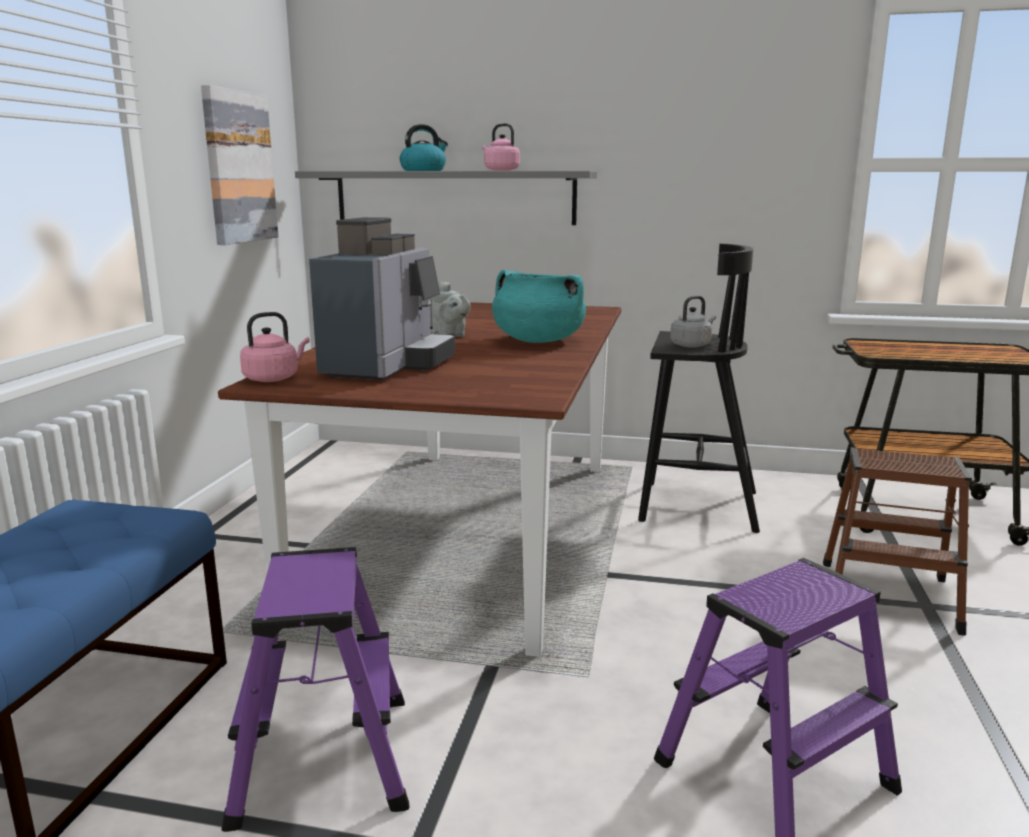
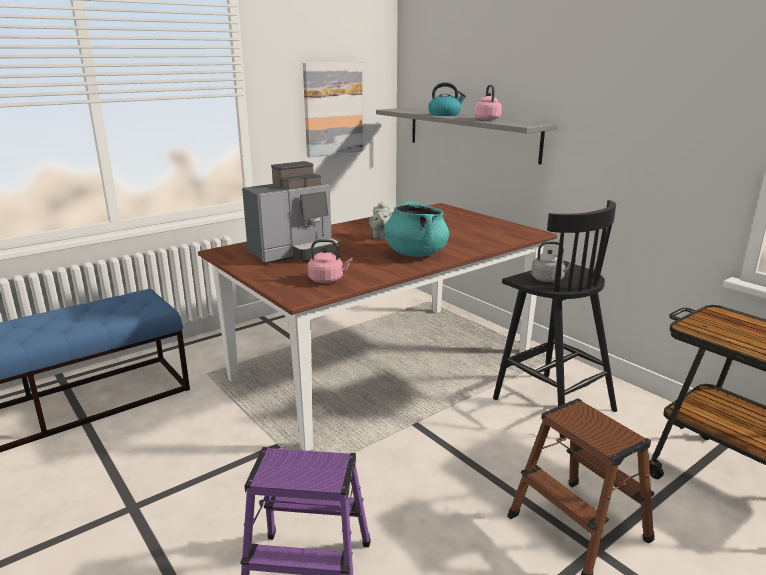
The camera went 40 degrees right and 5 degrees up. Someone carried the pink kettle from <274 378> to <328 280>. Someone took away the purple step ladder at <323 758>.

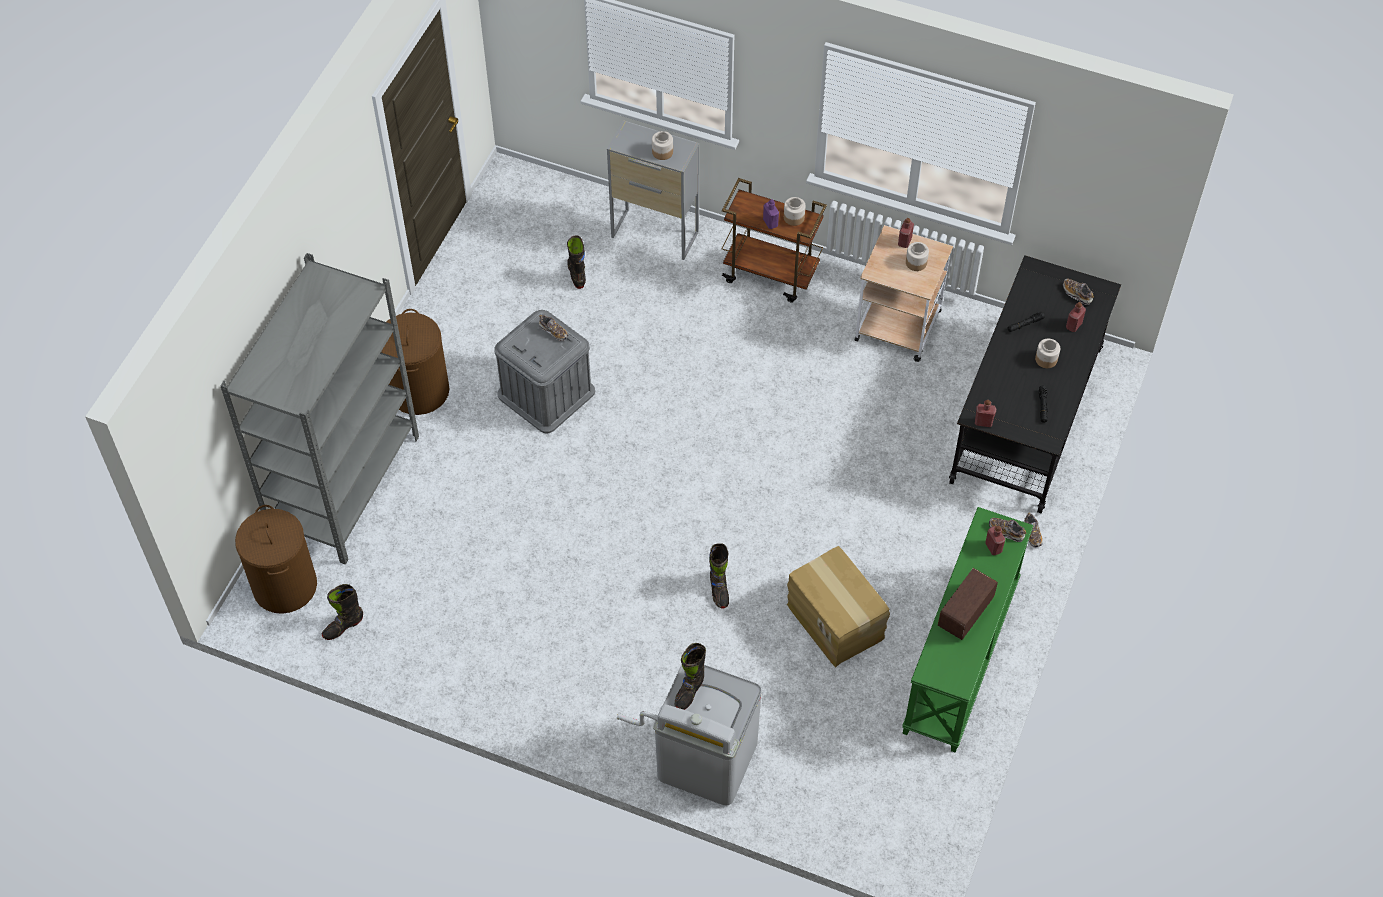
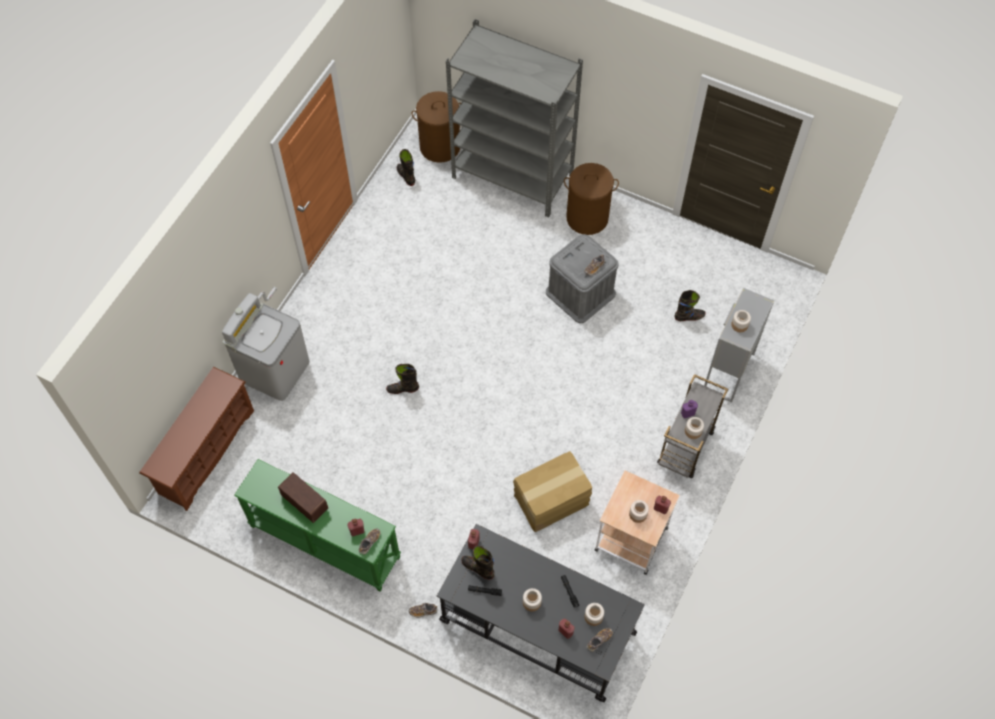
The camera went 95 degrees right and 5 degrees up. Someone put down the brown shoe rack at <205 451>. Someone carried the black boot from <689 691> to <478 568>. Someone carried the cardboard box from <836 620> to <551 501>. Someone put down the jar at <594 616>. Someone repainted the brown cart at <771 277>, which became the grey cart at <684 450>.

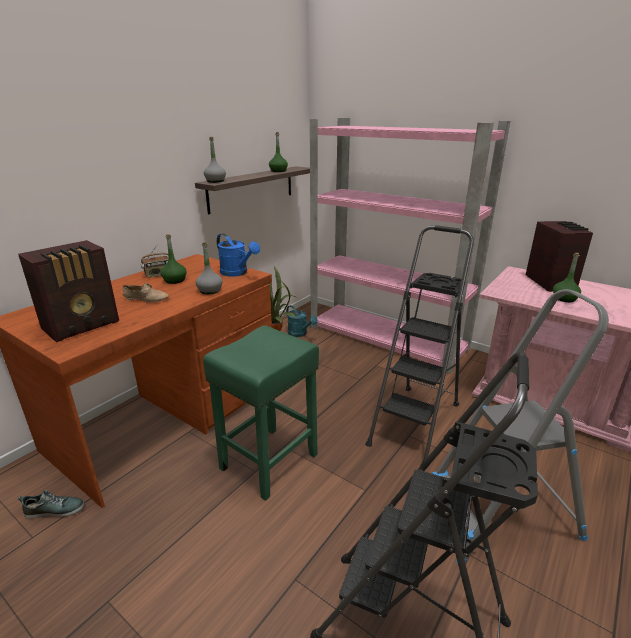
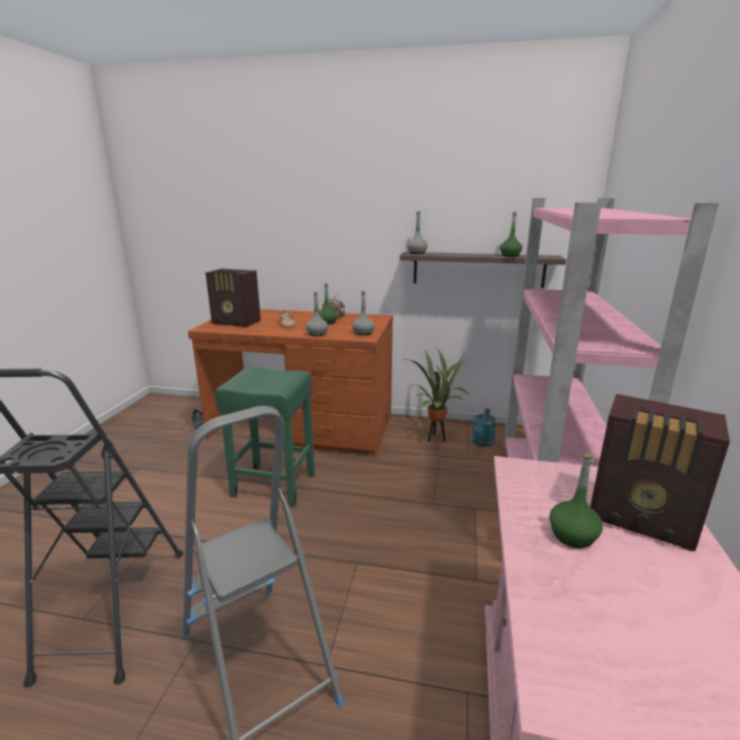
The camera went 65 degrees right and 5 degrees down. Someone swapped the blue watering can at <237 273> for the grey bottle at <363 333>. Someone rotated the radio at <550 282> by 60 degrees clockwise. Someone took away the step ladder at <416 422>.

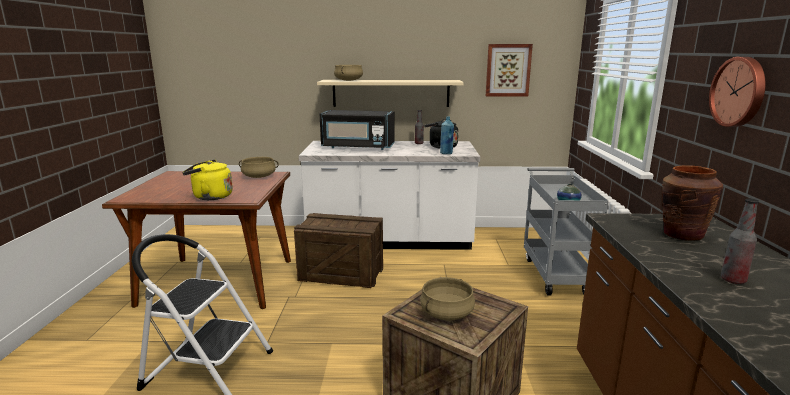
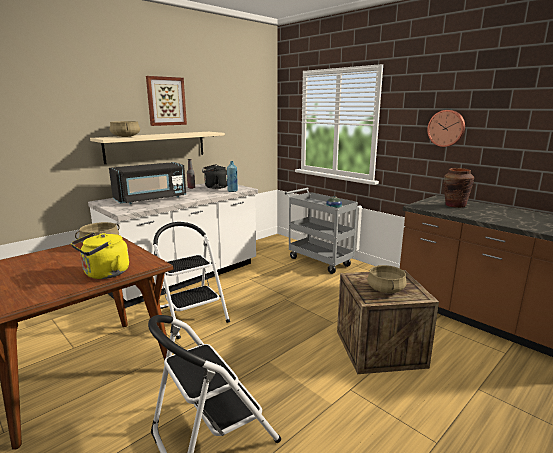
The camera went 45 degrees left and 0 degrees up. Someone carried the picture from <508 70> to <166 101>. Someone swapped the crate at <342 274> for the step ladder at <190 314>. Someone took away the bottle at <733 280>.

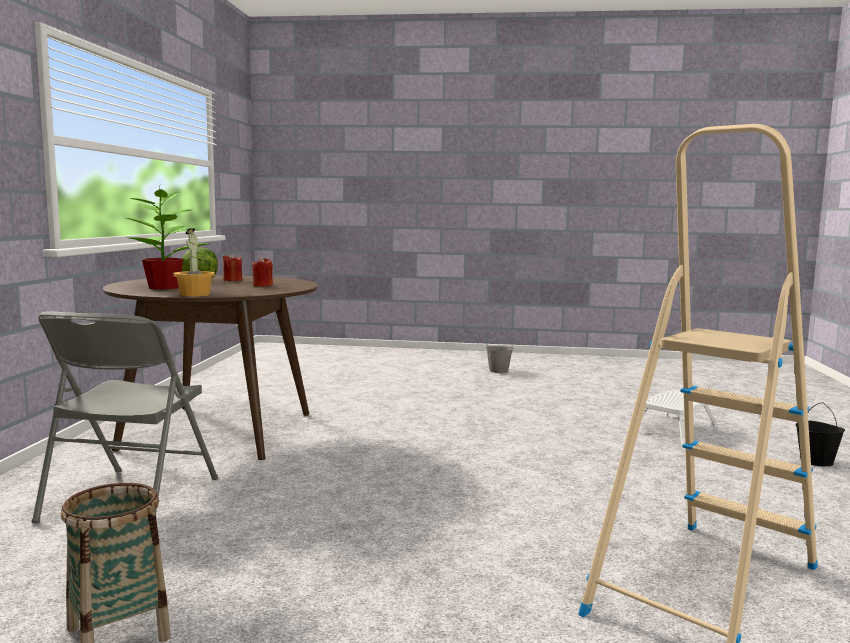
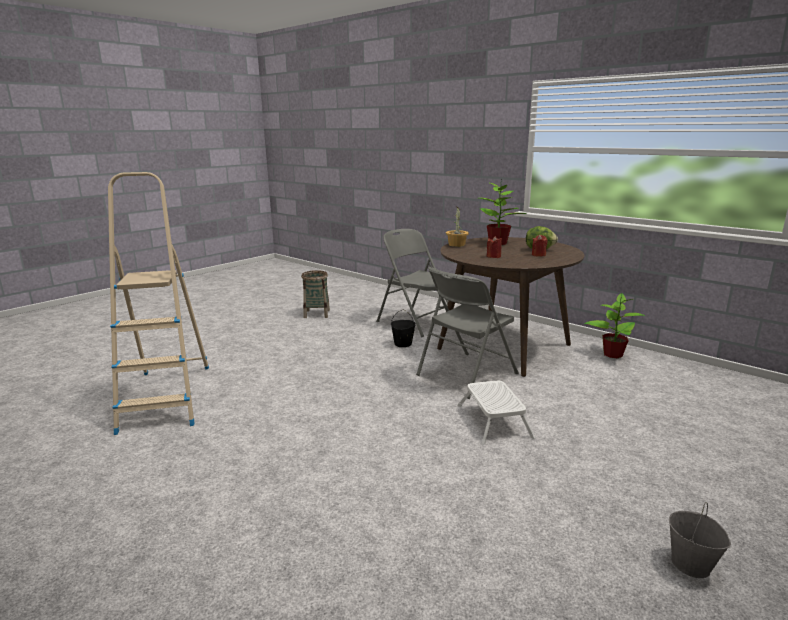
The camera went 125 degrees right and 10 degrees up. Someone carried the black bucket from <816 461> to <403 344>. Someone put down the grey chair at <467 374>. Someone carried the white step ladder from <674 429> to <493 421>. Someone put down the potted plant at <612 354>.

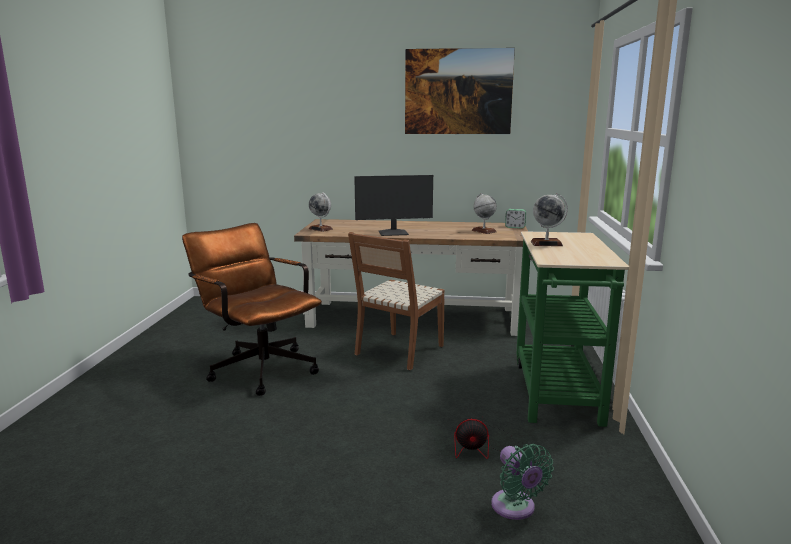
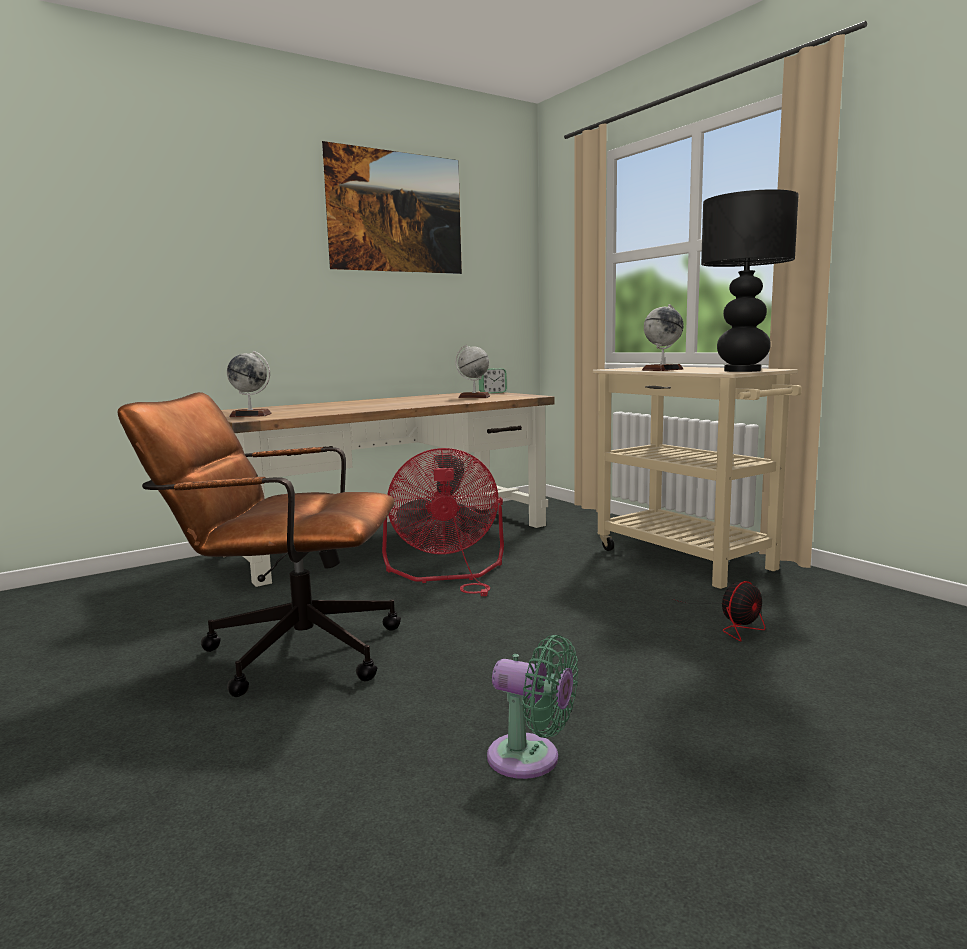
The camera went 40 degrees left and 5 degrees down. Someone swapped the chair at <397 352> for the red fan at <450 575>. Someone carried the green fan from <515 508> to <530 759>. Someone repainted the green cart at <557 393>, which became the beige cart at <686 559>. Someone put down the black table lamp at <741 371>. Someone took away the monitor at <393 233>.

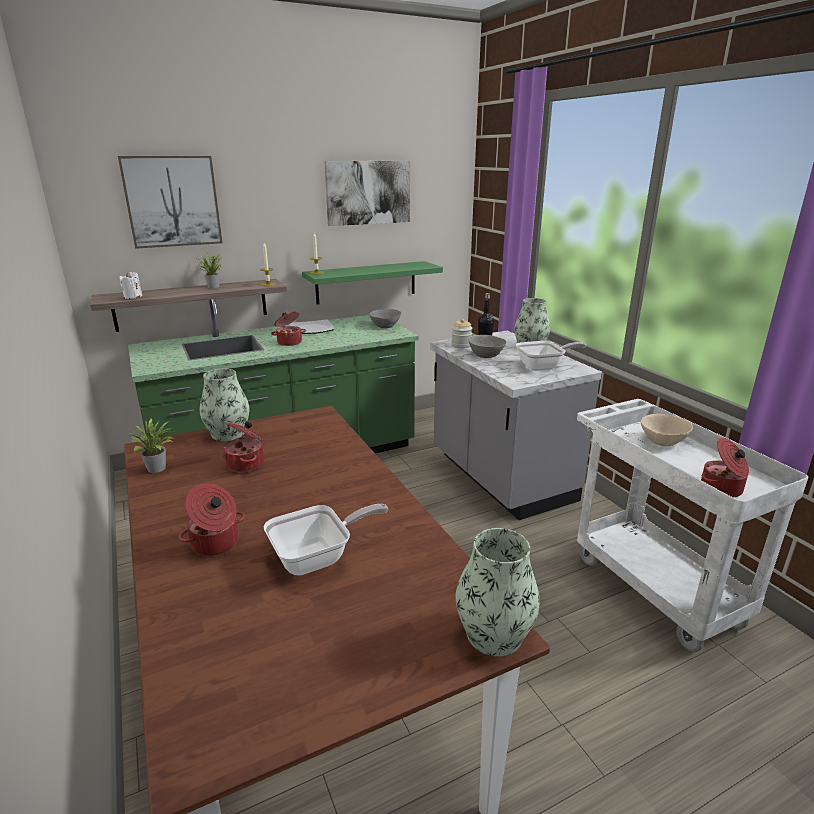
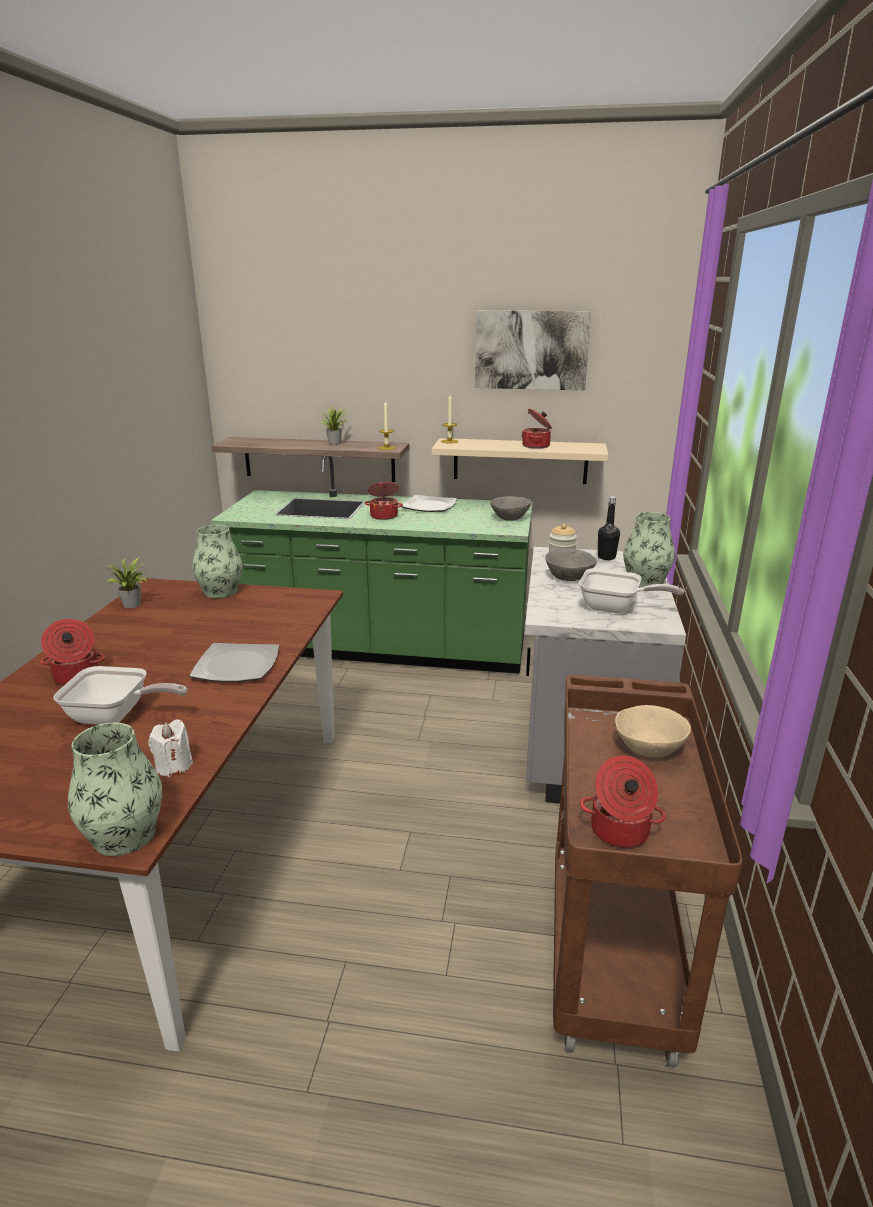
The camera went 35 degrees right and 0 degrees up. Someone carried the white candle from <133 297> to <173 766>. Someone put down the plate at <237 665>. Someone repainted the green shelf at <366 282>, which became the beige shelf at <520 461>. Someone carried the cooking pot from <246 464> to <536 446>. Someone repainted the white cart at <648 587>, which became the brown cart at <611 951>. Someone took away the picture at <172 201>.

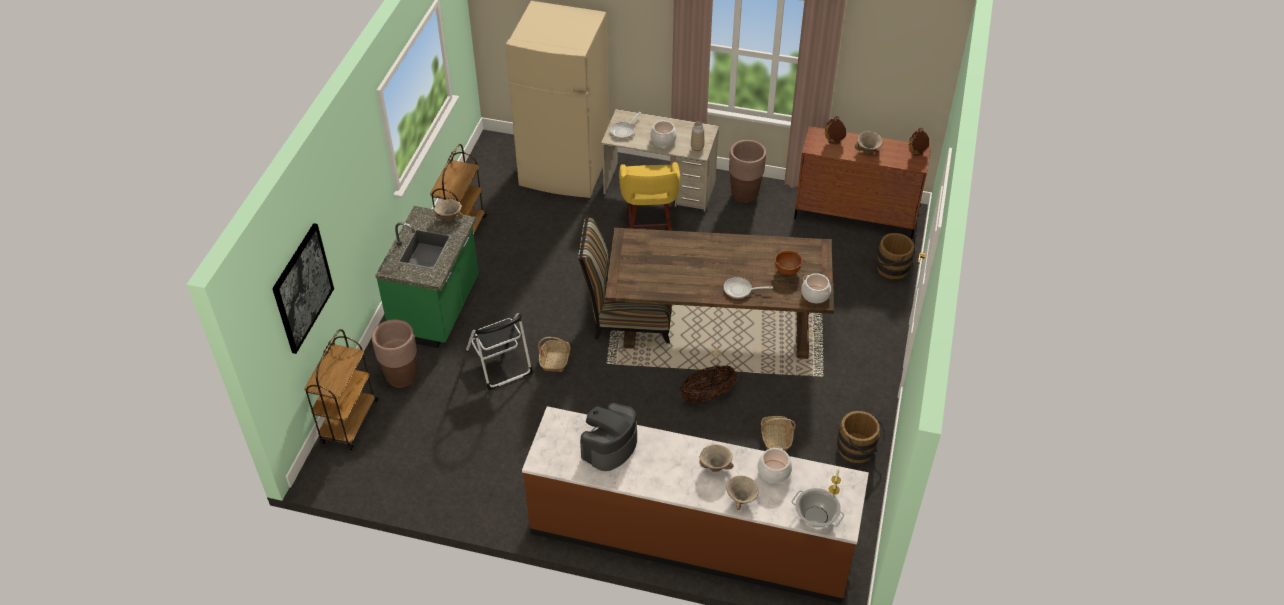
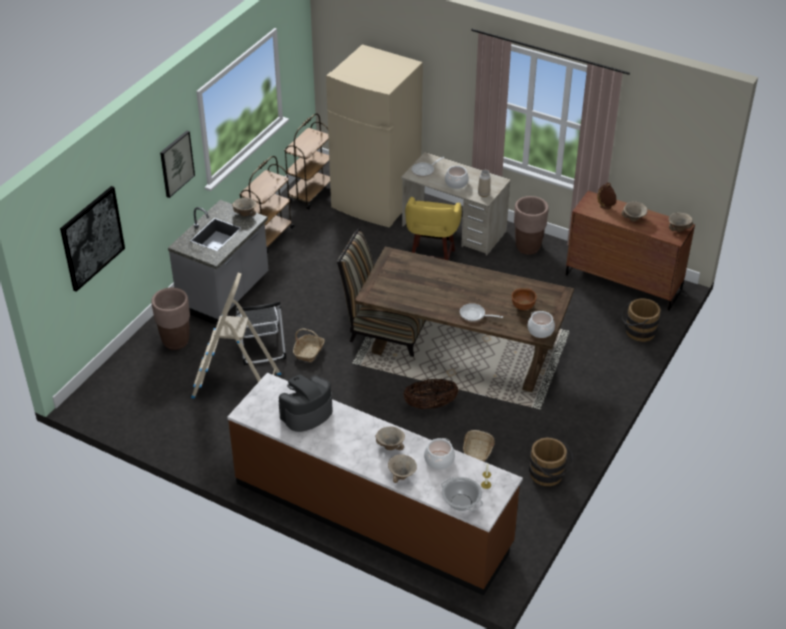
The camera went 15 degrees right and 5 degrees down. Someone put up the picture at <176 163>. Someone repainted the green counter at <437 309>, which became the grey counter at <225 294>. Someone put down the beige step ladder at <235 385>. Someone carried the brown cart from <349 423> to <310 194>. Someone swapped the brown vase at <916 153> for the beige bowl at <678 228>.

